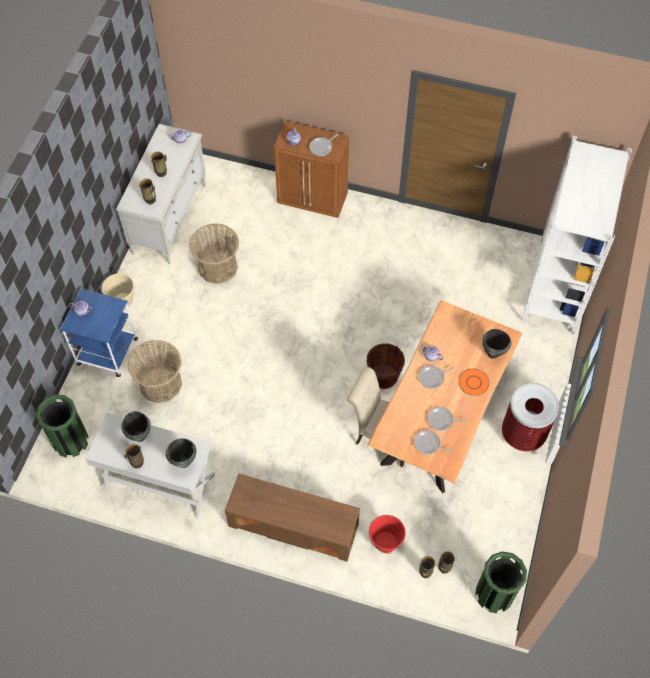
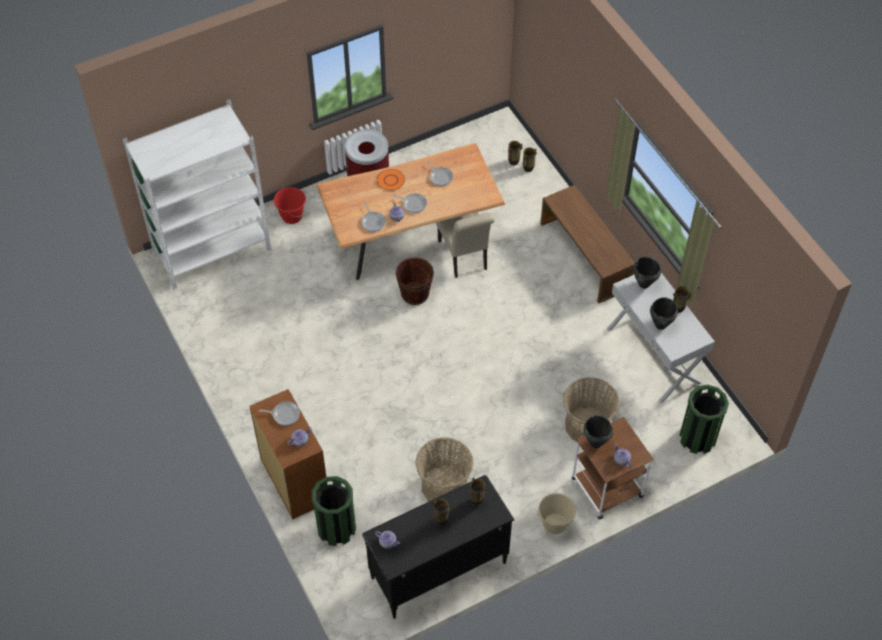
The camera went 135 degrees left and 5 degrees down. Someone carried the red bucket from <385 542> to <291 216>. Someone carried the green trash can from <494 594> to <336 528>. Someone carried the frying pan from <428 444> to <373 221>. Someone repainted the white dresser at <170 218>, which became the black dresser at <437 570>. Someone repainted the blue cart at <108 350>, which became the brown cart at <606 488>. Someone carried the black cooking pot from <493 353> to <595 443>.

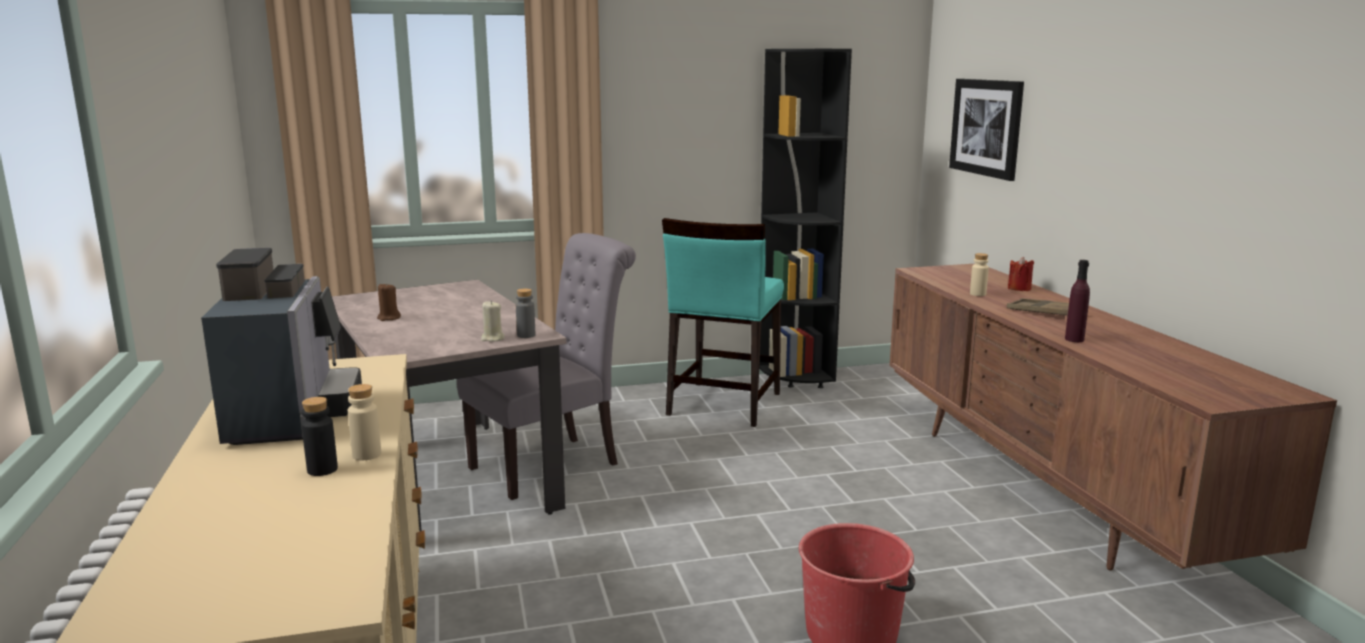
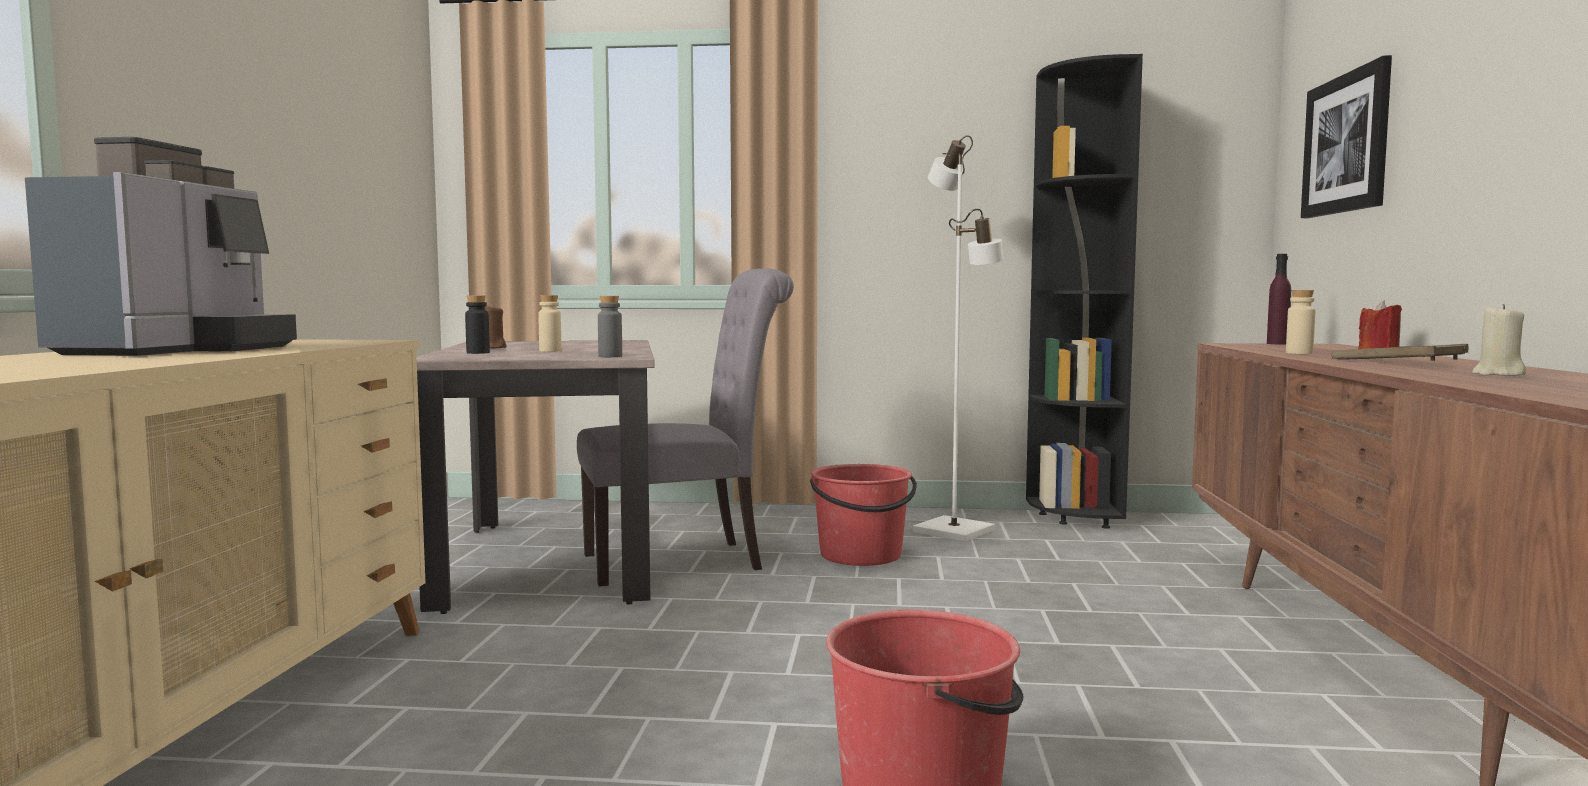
The camera went 20 degrees right and 10 degrees down. Someone carried the black bottle from <322 470> to <478 353>. Someone carried the beige bottle from <367 455> to <550 351>. Someone put down the red bucket at <861 556>. Someone swapped the turquoise chair at <723 404> for the white floor lamp at <954 531>. Someone carried the purple bottle from <1074 339> to <1277 343>. Someone carried the beige candle from <492 338> to <1498 374>.

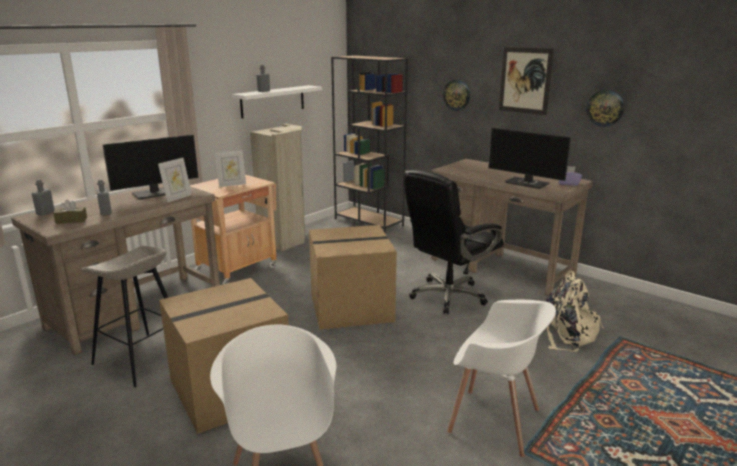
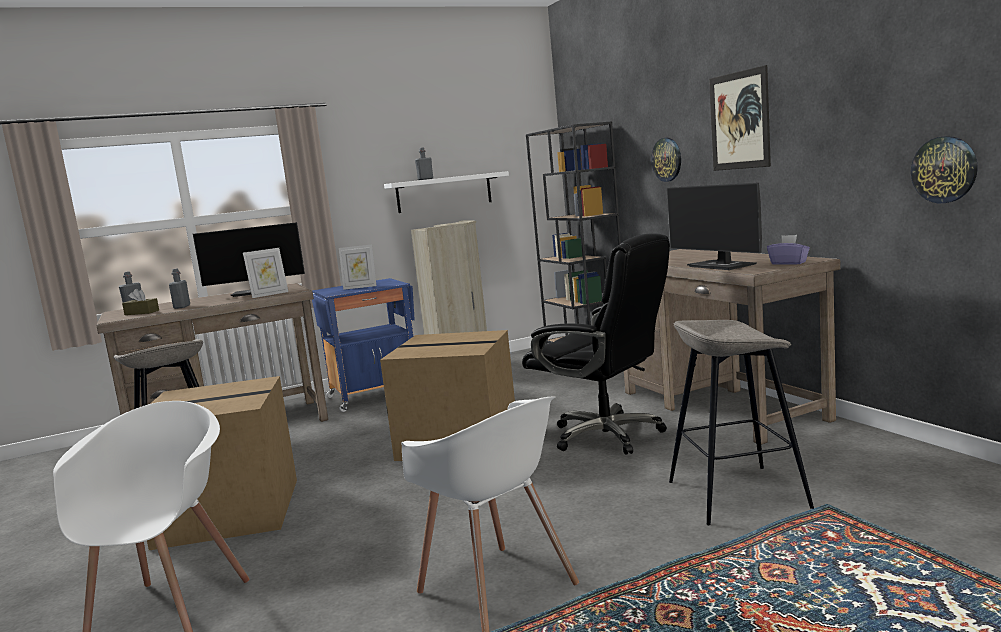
The camera went 25 degrees right and 10 degrees down. Someone repainted the brown cart at <237 269>, which became the blue cart at <375 395>. Someone rotated the black office chair at <449 295> by 120 degrees counterclockwise. Someone swapped the beige backpack at <567 334> for the grey stool at <736 494>. Someone carried the wall clock from <605 108> to <944 169>.

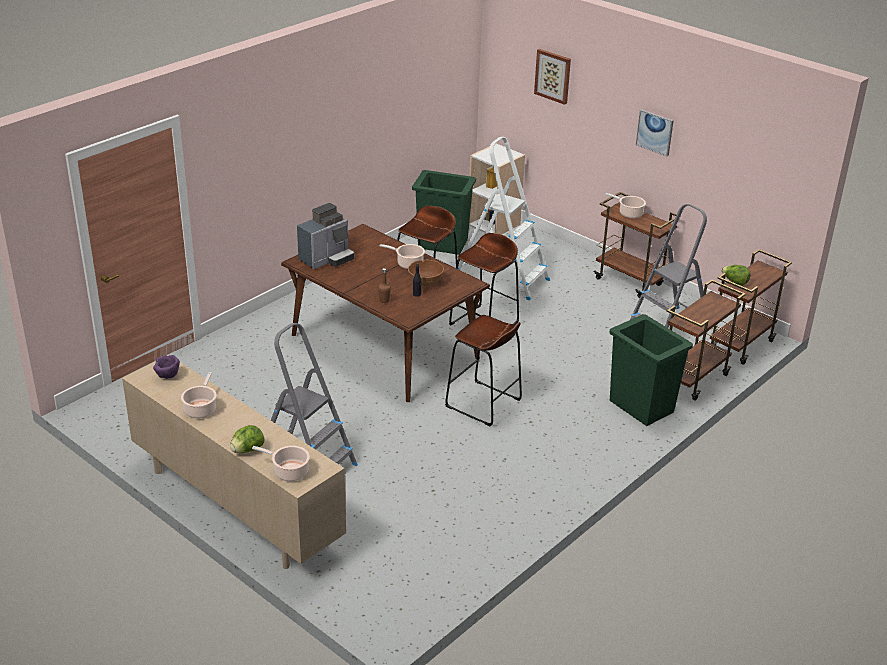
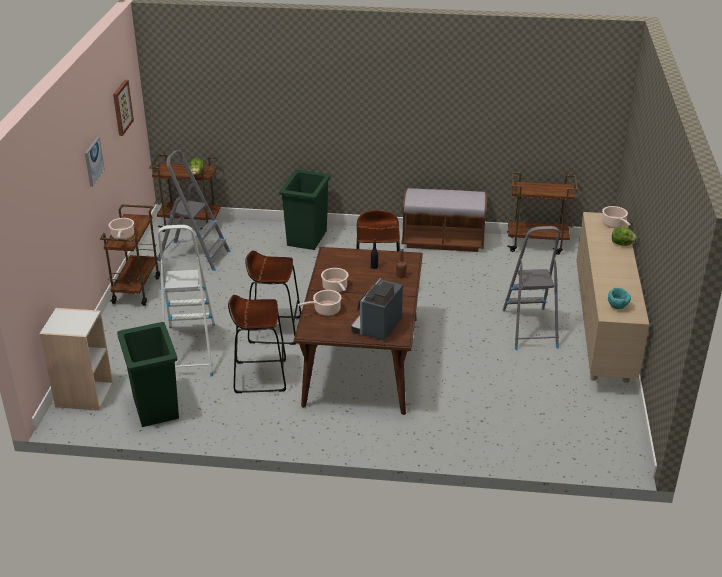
The camera went 125 degrees left and 0 degrees up. Someone carried the picture from <553 76> to <121 107>. Someone carried the cooking pot from <201 409> to <325 310>. Someone rotated the coffee machine at <327 259> by 75 degrees counterclockwise. Someone put down the brown bench at <443 241>. Someone carried the brown cart from <692 381> to <537 245>. Someone repainted the purple bowl at <168 376>, which became the turquoise bowl at <617 307>. Someone took away the brown bowl at <425 282>.

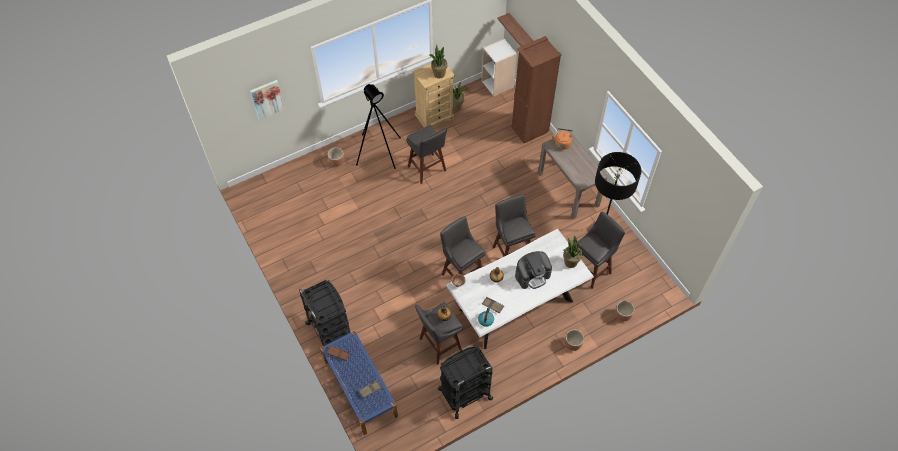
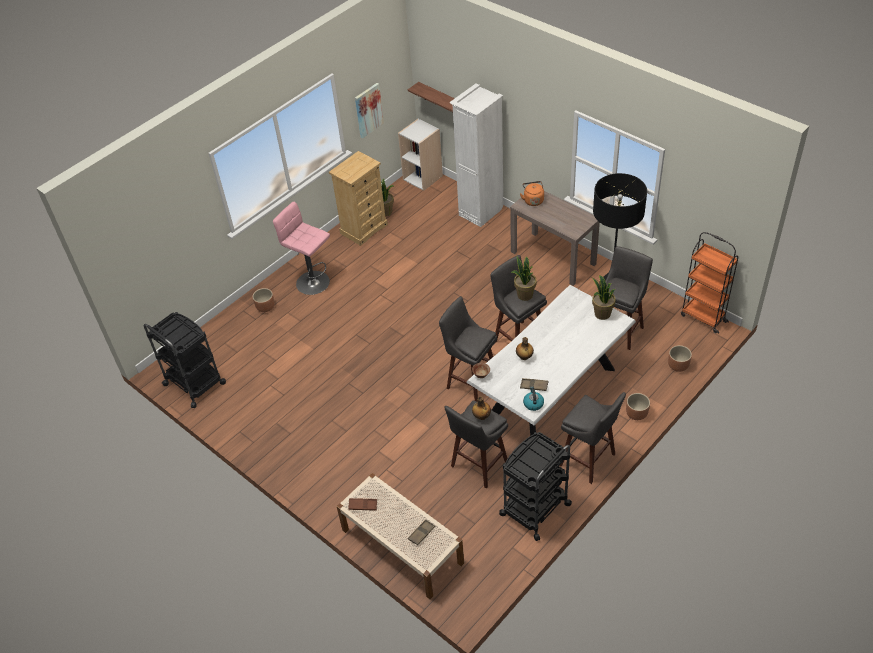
The camera went 15 degrees left and 10 degrees down. Someone carried the black cart from <331 331> to <195 384>. Someone swapped the black floor lamp at <378 151> for the pink stool at <312 282>. Someone repainted the blue bench at <360 388>, which became the beige bench at <401 547>. Someone carried the picture from <267 99> to <368 110>. Someone repainted the brown cabinet at <529 130>, which became the white cabinet at <481 212>. Someone carried the potted plant from <439 74> to <524 295>. Someone carried the grey stool from <427 170> to <589 461>. Someone put down the orange cart at <703 318>. Someone took away the coffee machine at <532 275>.

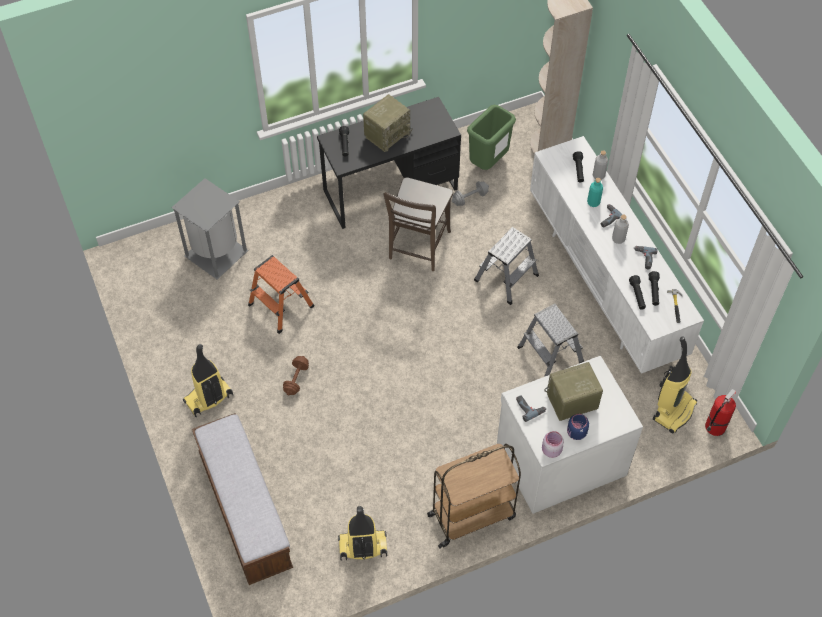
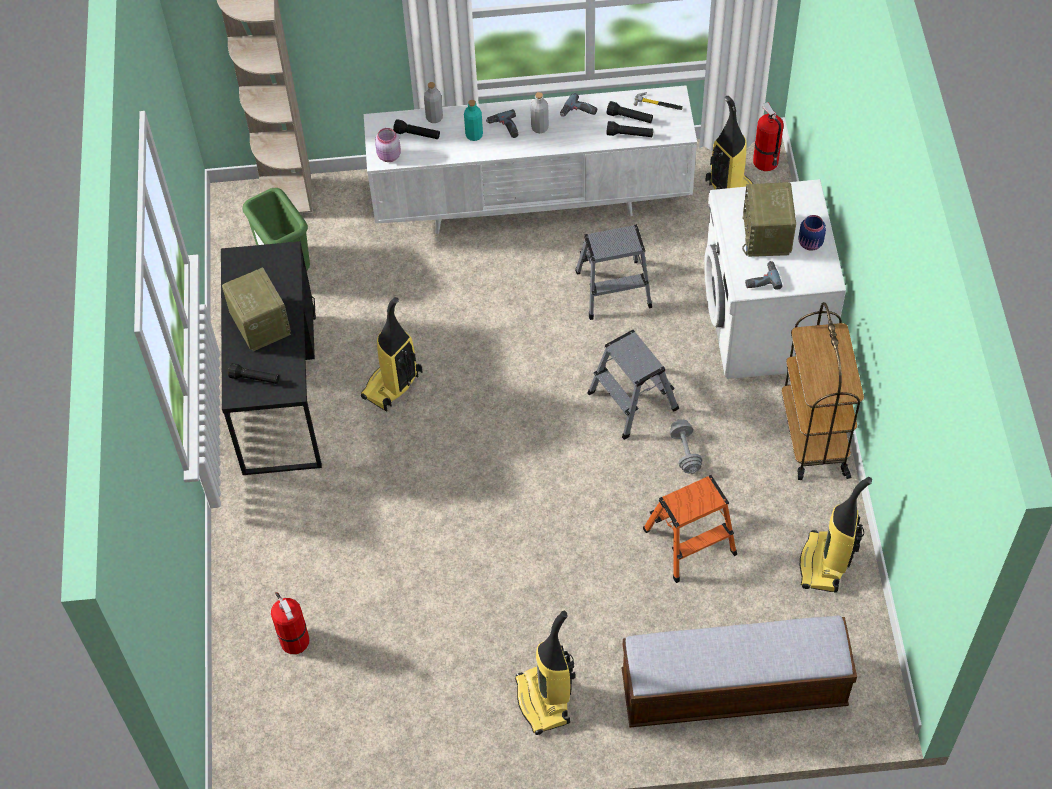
The camera went 70 degrees left and 0 degrees up. Someone swapped the grey trash can at <216 252> for the fire extinguisher at <293 639>. Someone swapped the brown chair at <418 248> for the vacuum cleaner at <392 386>. Someone carried the pink jar from <550 450> to <388 156>. Someone carried the grey step ladder from <506 277> to <632 400>. Someone carried the orange step ladder from <281 305> to <689 541>. Someone carried the grey dumbbell from <470 198> to <685 452>. Someone took away the brown dumbbell at <296 379>.

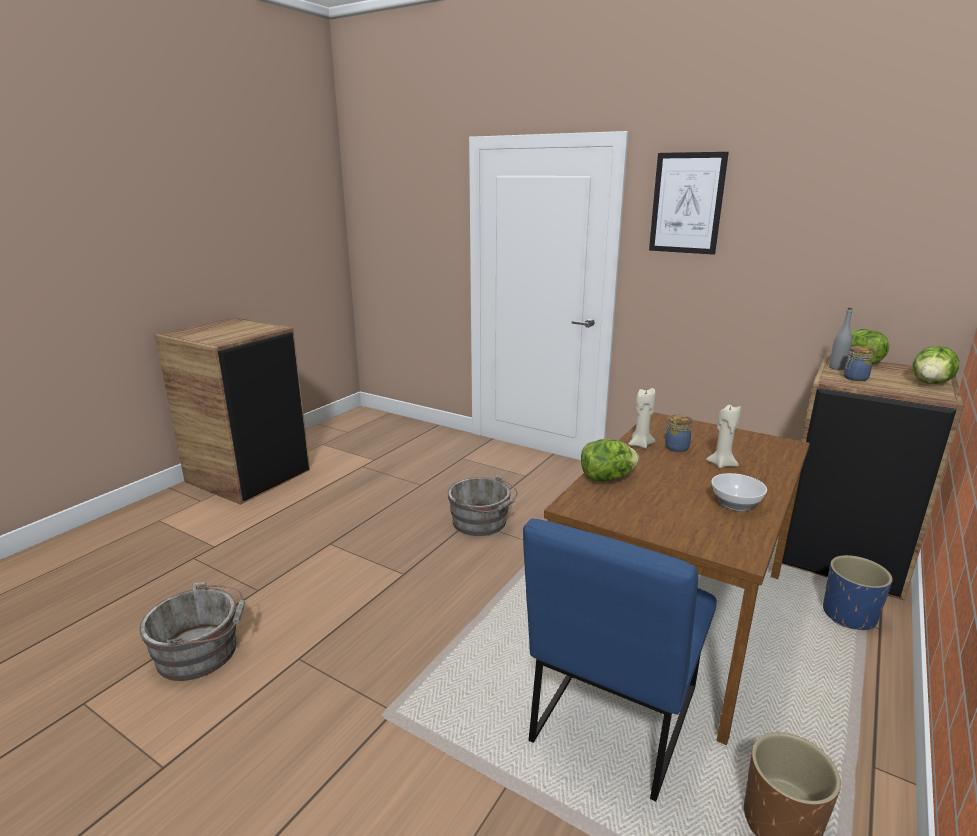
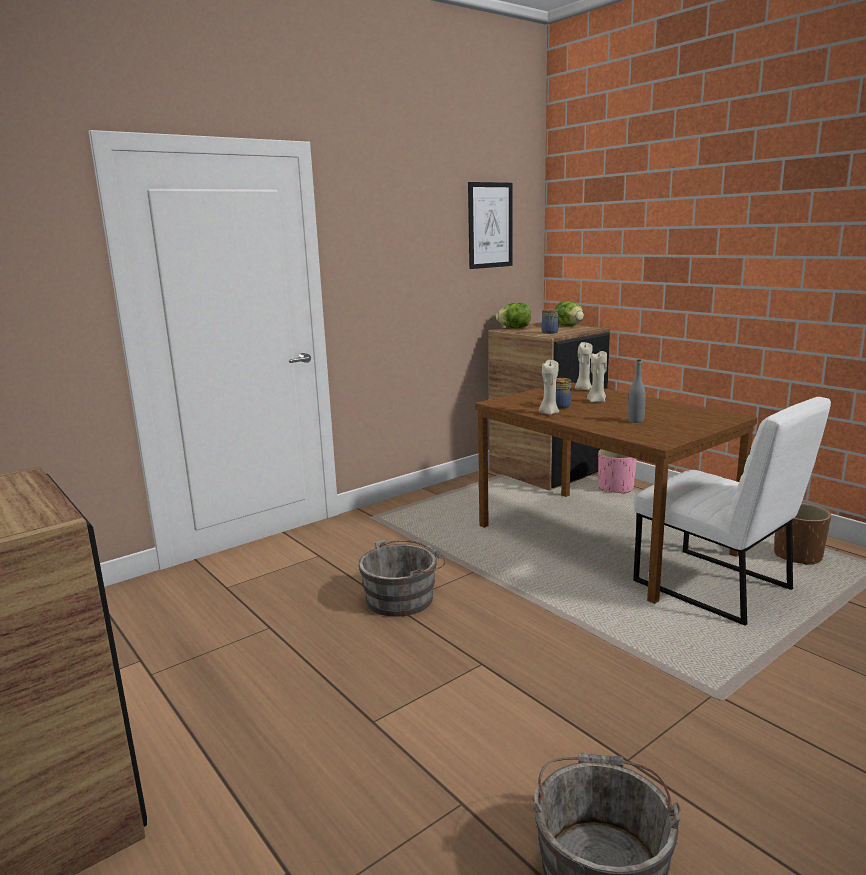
The camera went 70 degrees left and 5 degrees down. Someone carried the picture from <686 203> to <490 225>. Someone put down the beige candle at <583 389>. Someone repainted the blue planter at <849 616>, which became the pink planter at <616 488>. Someone carried the grey bottle from <837 368> to <635 421>. Someone repainted the blue chair at <612 717>, which became the white chair at <715 587>. Someone took away the lettuce at <606 478>. Someone took away the bowl at <736 504>.

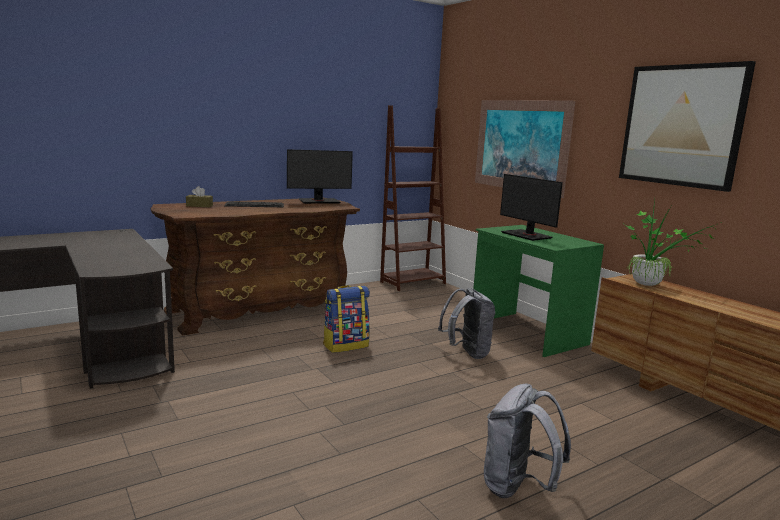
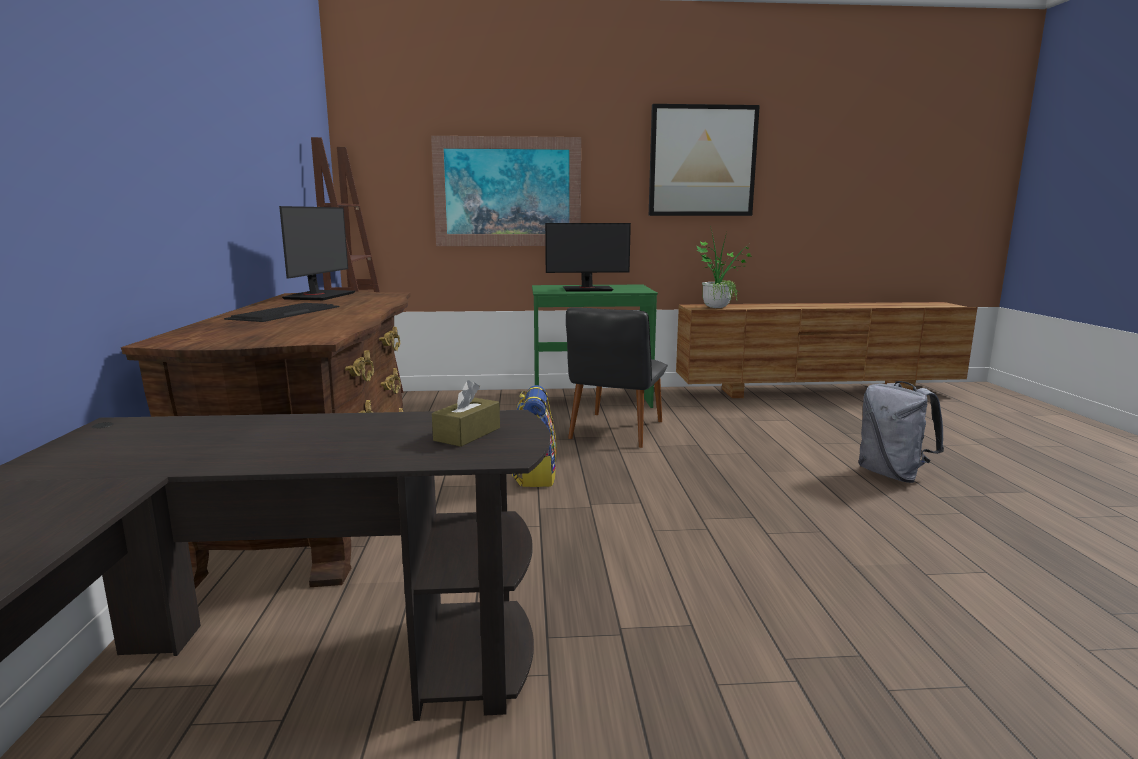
The camera went 60 degrees left and 0 degrees up. Someone carried the brown tissue box from <199 206> to <467 434>. Someone swapped the grey backpack at <466 353> for the black chair at <616 429>.

